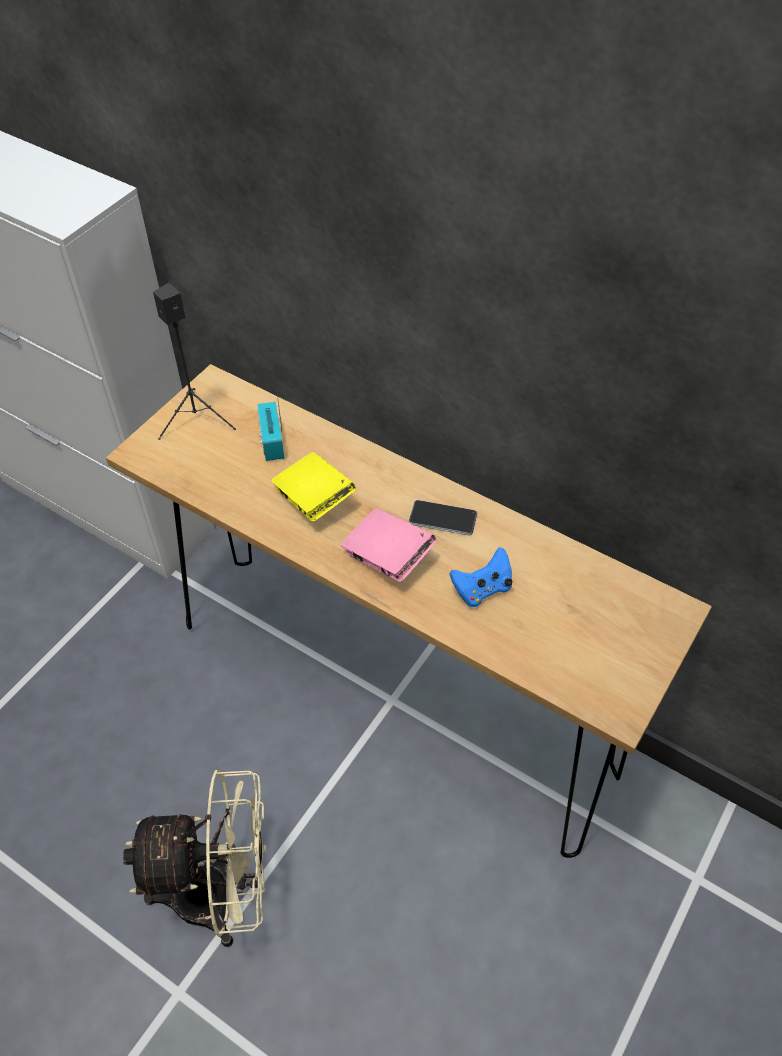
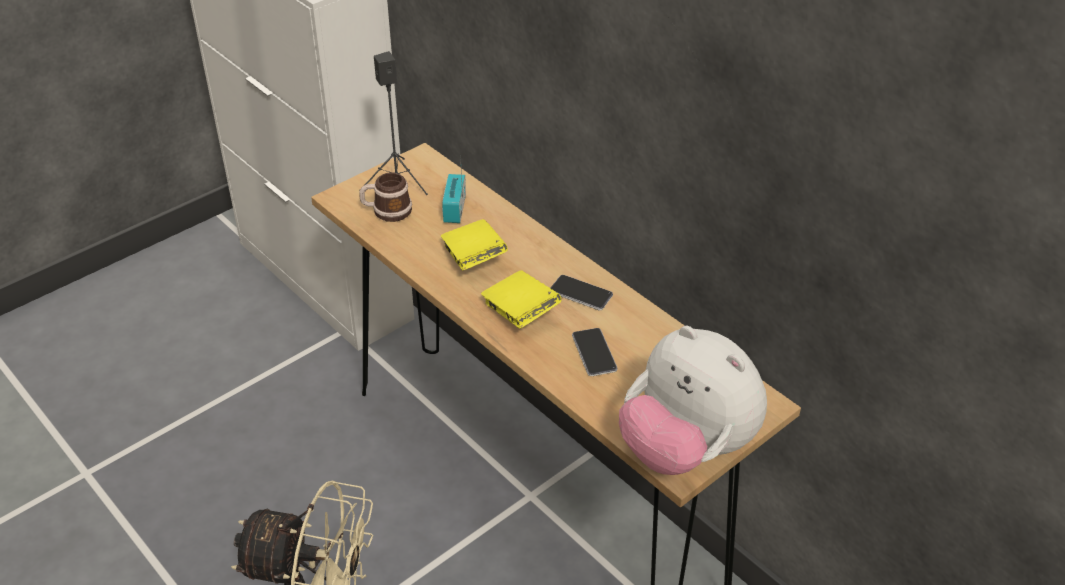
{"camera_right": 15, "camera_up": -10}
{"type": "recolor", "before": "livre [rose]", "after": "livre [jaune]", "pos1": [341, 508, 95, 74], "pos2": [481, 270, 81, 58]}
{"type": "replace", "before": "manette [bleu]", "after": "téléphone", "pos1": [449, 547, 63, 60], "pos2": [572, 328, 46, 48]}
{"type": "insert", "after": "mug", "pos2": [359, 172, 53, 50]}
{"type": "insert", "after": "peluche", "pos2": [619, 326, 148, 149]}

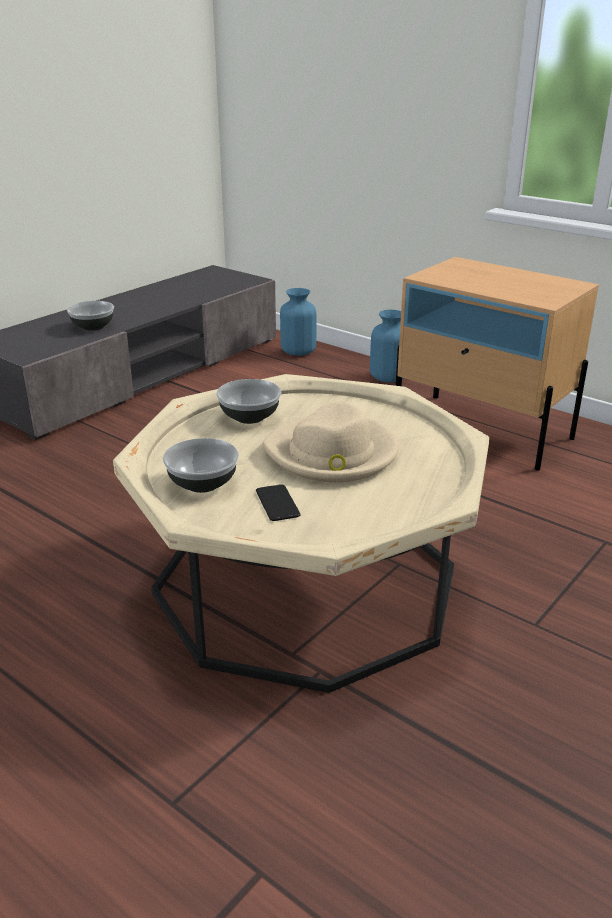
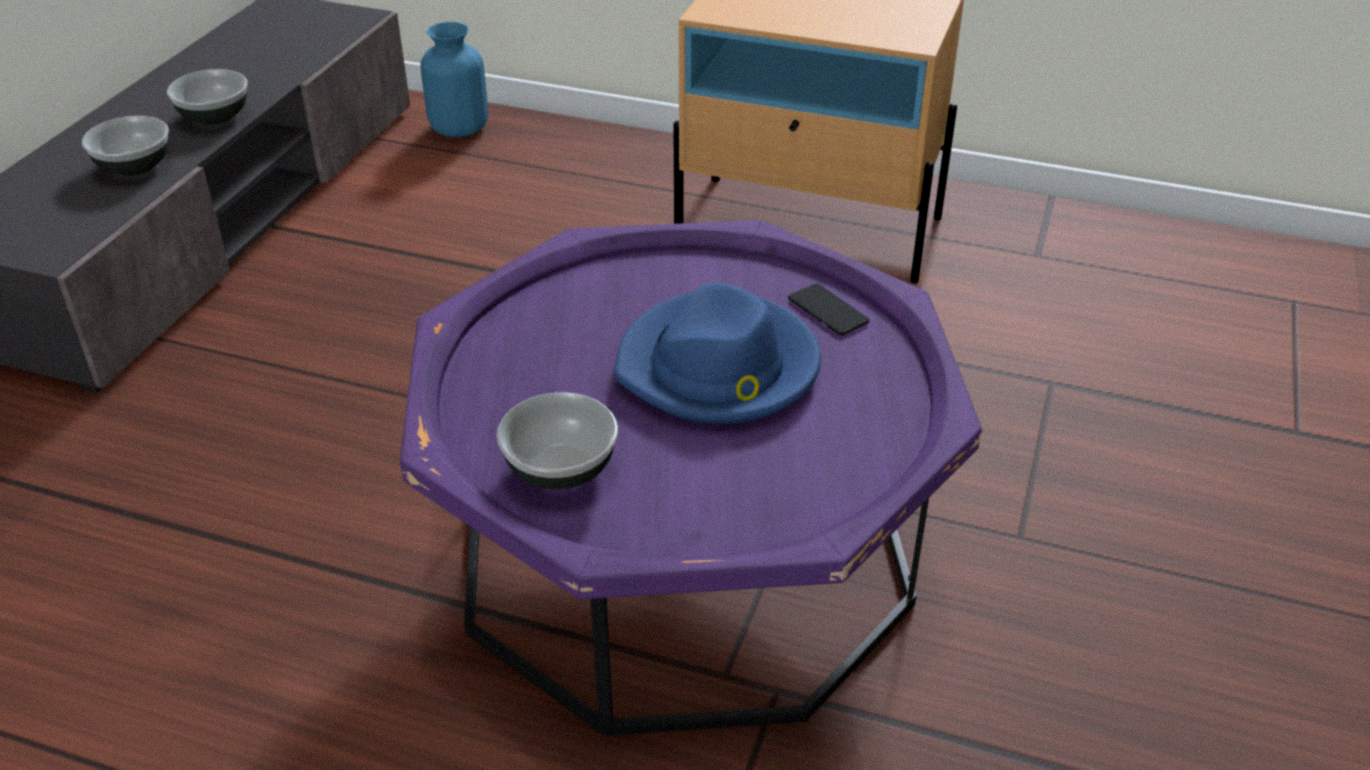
{"camera_right": -20, "camera_up": 10}
{"type": "delete", "before": "vase [bleu]", "pos1": [370, 310, 34, 72]}
{"type": "recolor", "before": "table basse [beige]", "after": "table basse [violet]", "pos1": [113, 374, 376, 319], "pos2": [400, 220, 582, 516]}
{"type": "move", "before": "bol", "pos1": [216, 379, 65, 45], "pos2": [167, 69, 81, 56]}
{"type": "recolor", "before": "chapeau [beige]", "after": "chapeau [bleu]", "pos1": [262, 401, 136, 82], "pos2": [614, 283, 207, 141]}
{"type": "move", "before": "téléphone", "pos1": [256, 484, 45, 37], "pos2": [788, 284, 81, 51]}

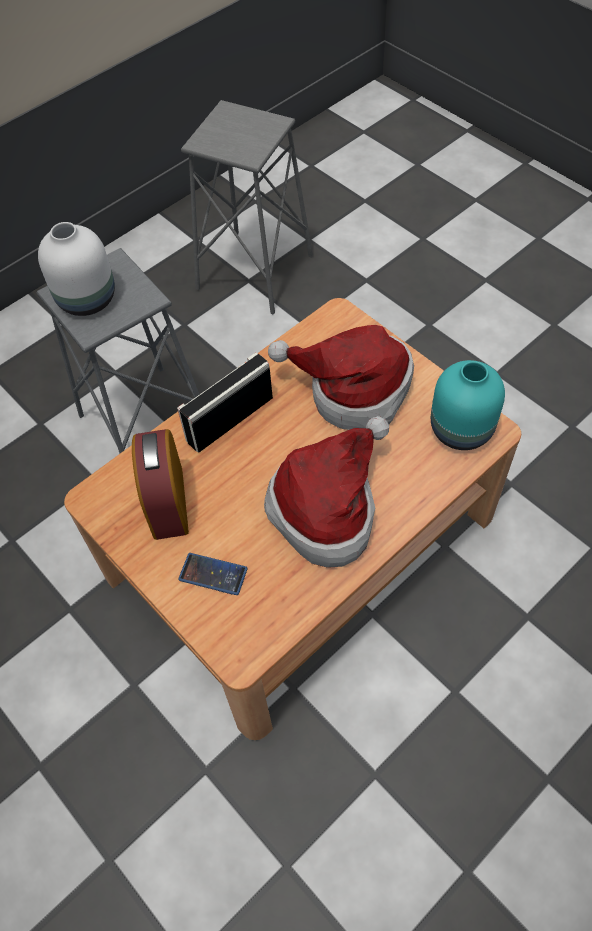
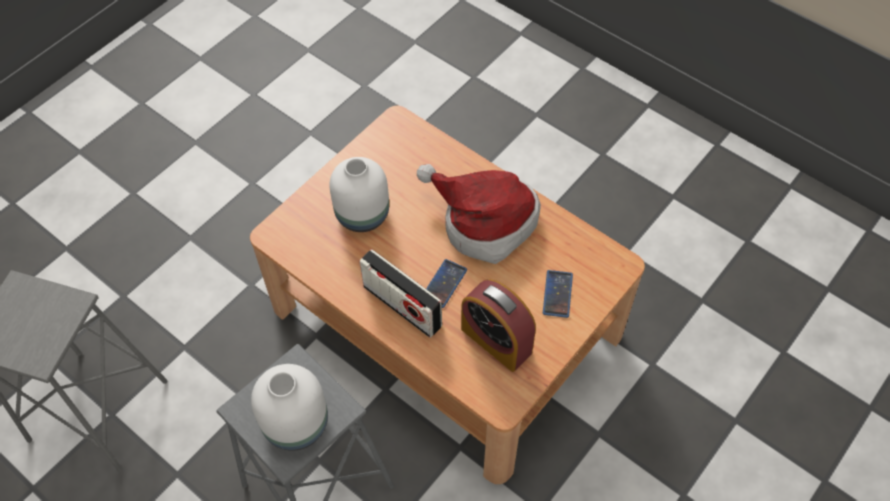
{"camera_right": -100, "camera_up": 0}
{"type": "replace", "before": "chapeau", "after": "vase [blanc]", "pos1": [268, 325, 146, 105], "pos2": [329, 157, 60, 75]}
{"type": "delete", "before": "vase [turquoise]", "pos1": [431, 360, 74, 90]}
{"type": "rotate", "before": "réveil", "pos1": [132, 429, 57, 111], "pos2": [461, 279, 75, 93], "turn": 60}
{"type": "insert", "after": "téléphone", "pos2": [426, 259, 41, 49]}

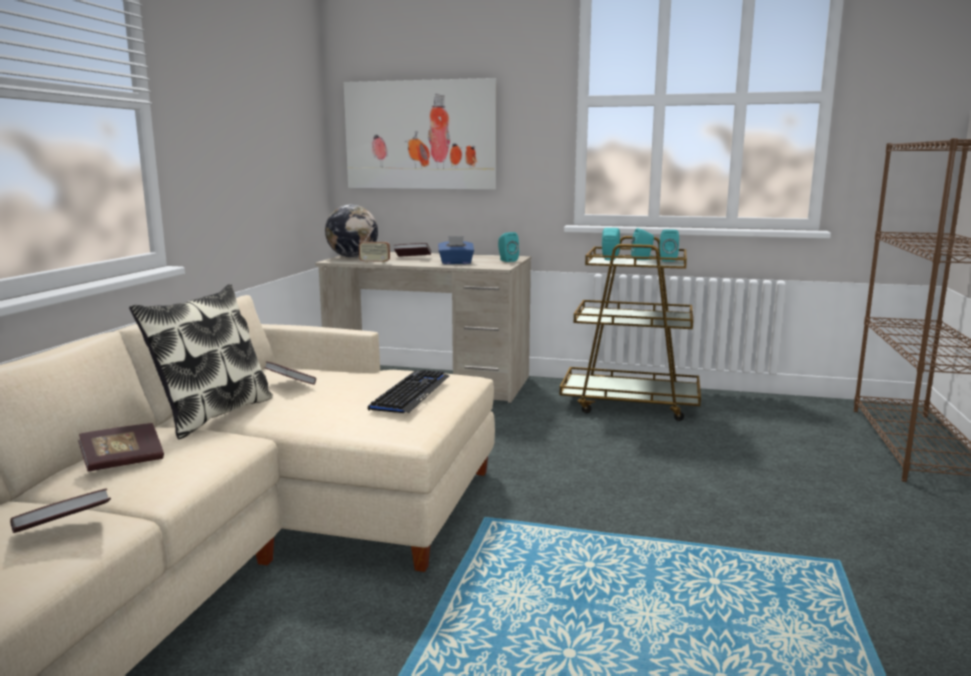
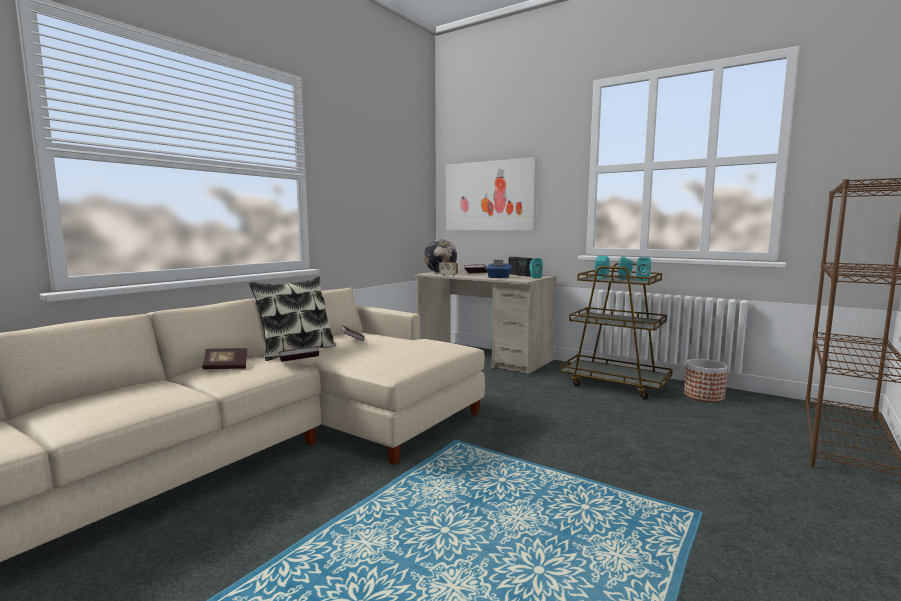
{"camera_right": 20, "camera_up": -5}
{"type": "delete", "before": "clavier", "pos1": [368, 370, 81, 43]}
{"type": "move", "before": "livre", "pos1": [10, 489, 101, 44], "pos2": [279, 346, 40, 16]}
{"type": "insert", "after": "radio", "pos2": [509, 257, 24, 20]}
{"type": "insert", "after": "cache-pot", "pos2": [684, 359, 43, 43]}

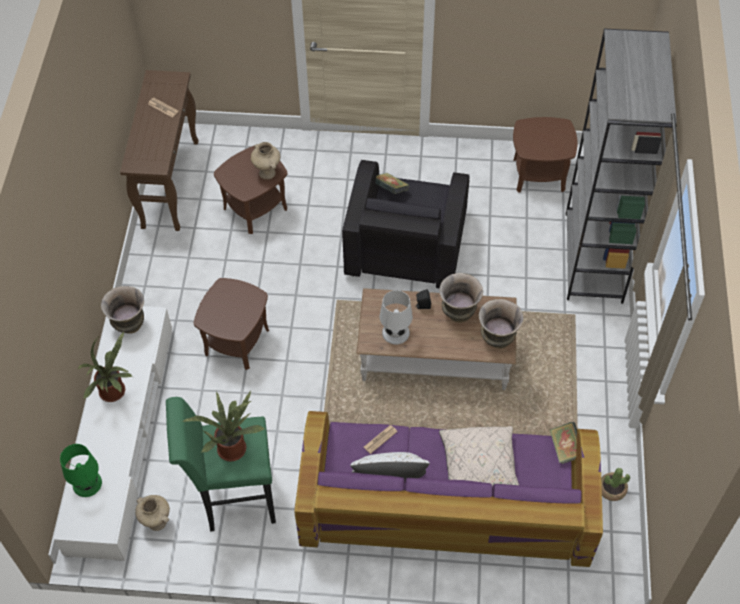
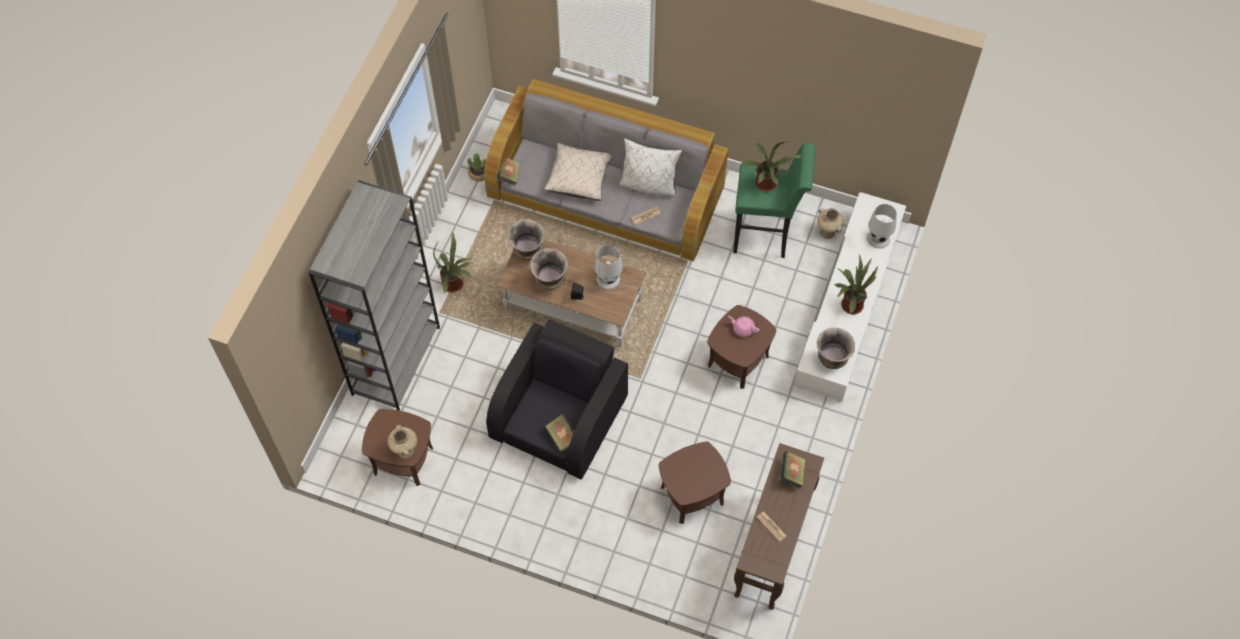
{"camera_right": -165, "camera_up": 5}
{"type": "move", "before": "vase [beige]", "pos1": [251, 142, 29, 38], "pos2": [388, 425, 29, 33]}
{"type": "recolor", "before": "canapé [violet]", "after": "canapé [gris]", "pos1": [294, 411, 309, 156], "pos2": [484, 79, 244, 182]}
{"type": "recolor", "before": "lampe de table [vert]", "after": "lampe de table [blanc]", "pos1": [60, 444, 42, 53], "pos2": [867, 204, 30, 44]}
{"type": "insert", "after": "plante en pot", "pos2": [433, 232, 39, 62]}
{"type": "insert", "after": "théière [rose]", "pos2": [728, 316, 32, 21]}
{"type": "insert", "after": "livre", "pos2": [781, 451, 25, 38]}

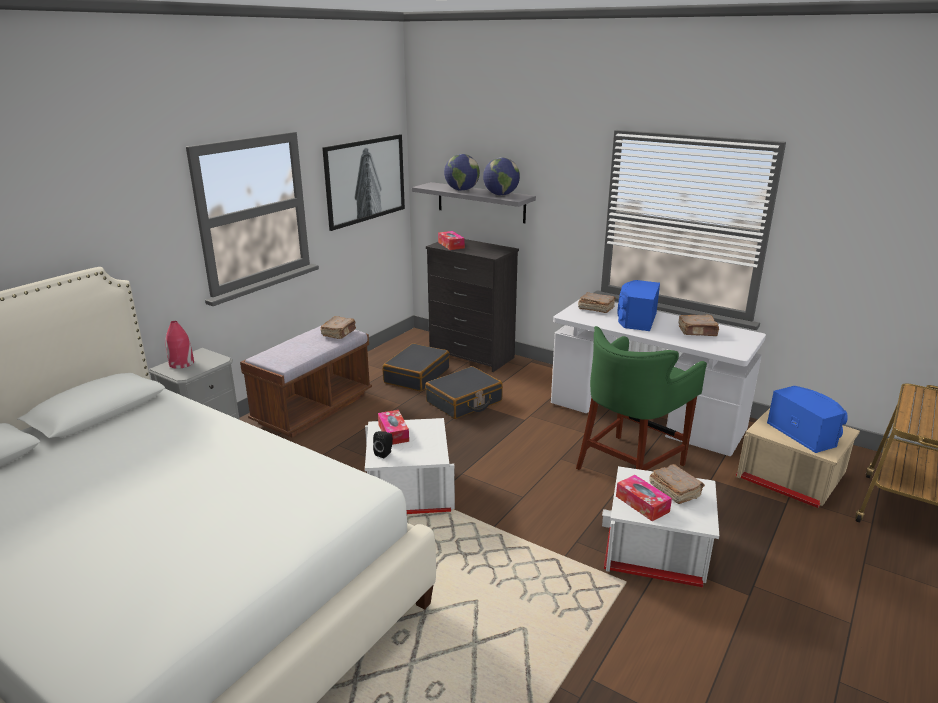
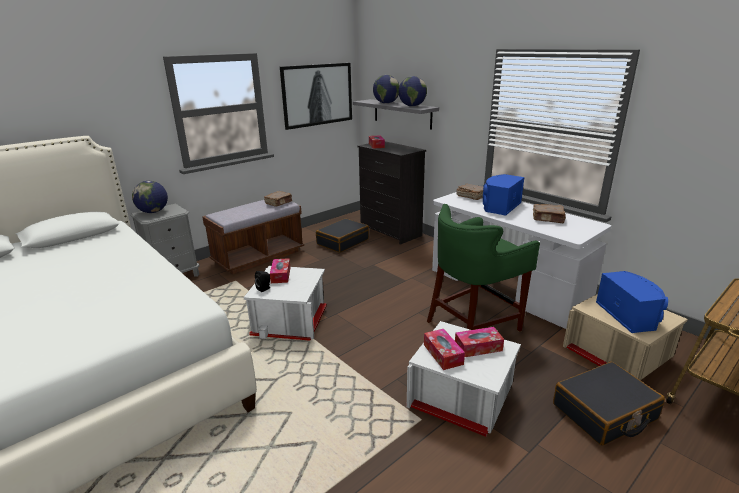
{"camera_right": 15, "camera_up": 0}
{"type": "replace", "before": "vase [rouge]", "after": "globe", "pos1": [166, 321, 28, 48], "pos2": [132, 181, 36, 32]}
{"type": "move", "before": "valise [noir]", "pos1": [425, 366, 78, 53], "pos2": [553, 362, 112, 84]}
{"type": "replace", "before": "livre [marron]", "after": "boîte à mouchoirs", "pos1": [649, 464, 56, 40], "pos2": [455, 327, 49, 30]}

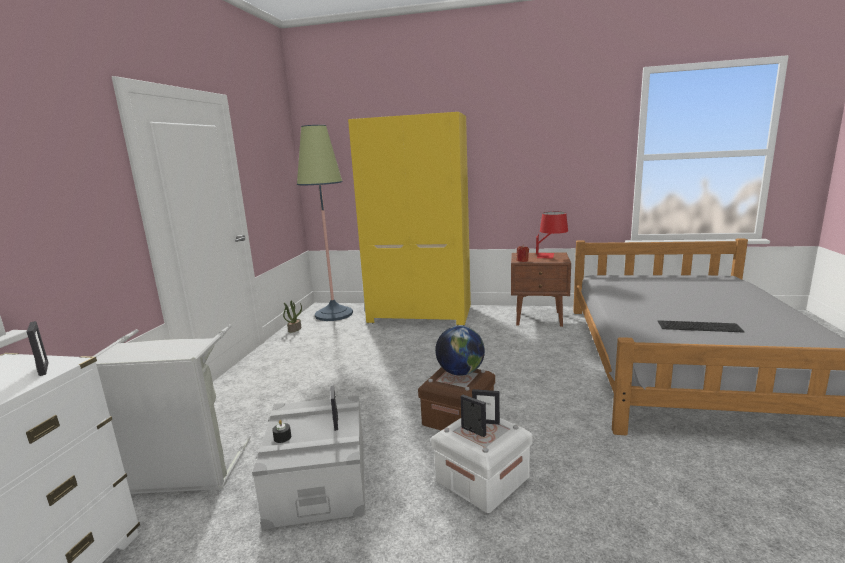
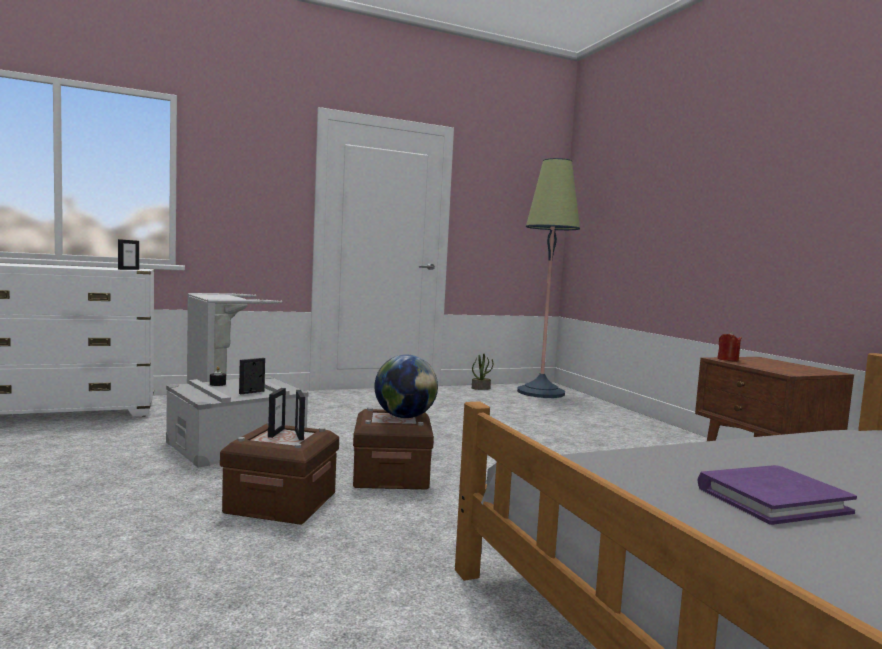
{"camera_right": 55, "camera_up": -10}
{"type": "delete", "before": "armoire [jaune]", "pos1": [348, 112, 123, 214]}
{"type": "delete", "before": "lampe de table [rouge]", "pos1": [536, 212, 32, 46]}
{"type": "replace", "before": "clavier", "after": "livre [violet]", "pos1": [658, 321, 87, 12], "pos2": [697, 465, 160, 60]}
{"type": "recolor", "before": "boîte de rangement [blanc]", "after": "boîte de rangement [marron]", "pos1": [431, 418, 101, 95], "pos2": [220, 423, 119, 102]}

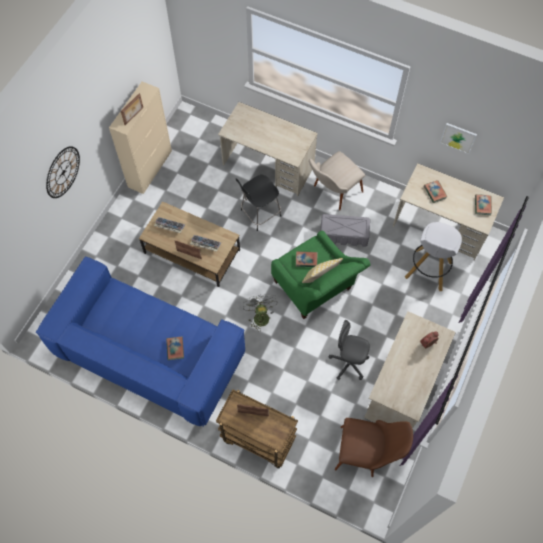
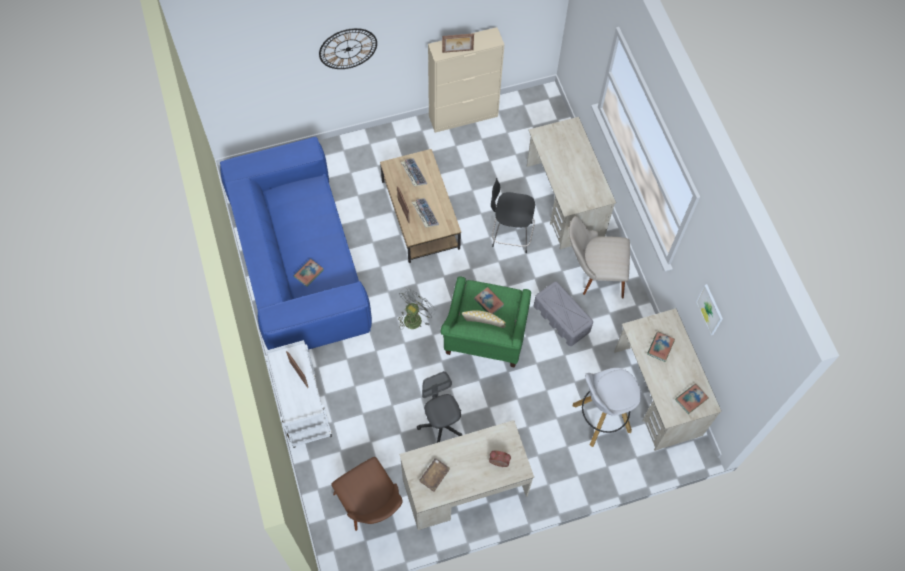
{"camera_right": 45, "camera_up": 0}
{"type": "recolor", "before": "chariot [marron]", "after": "chariot [blanc]", "pos1": [216, 389, 82, 79], "pos2": [265, 340, 67, 108]}
{"type": "insert", "after": "livre [marron]", "pos2": [419, 459, 31, 33]}

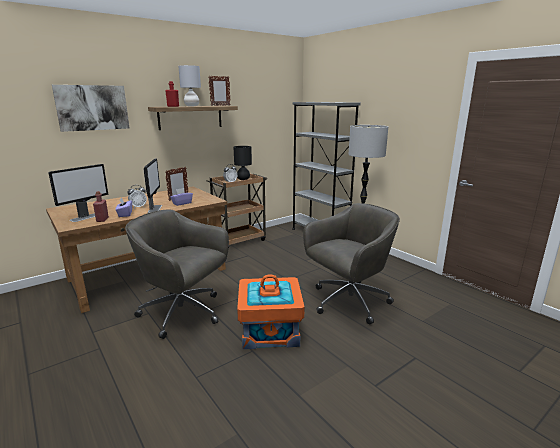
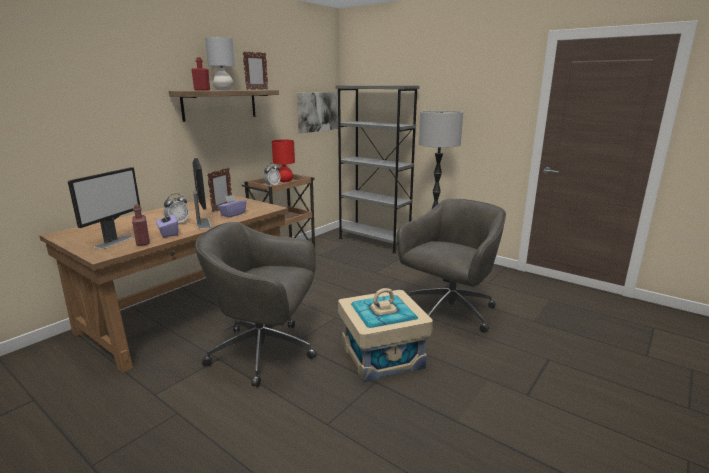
{"camera_right": -15, "camera_up": 0}
{"type": "move", "before": "tableau", "pos1": [52, 85, 77, 47], "pos2": [297, 92, 41, 41]}
{"type": "recolor", "before": "lampe de table [noir]", "after": "lampe de table [rouge]", "pos1": [234, 146, 18, 34], "pos2": [272, 140, 23, 42]}
{"type": "recolor", "before": "boîte de rangement [orange]", "after": "boîte de rangement [beige]", "pos1": [237, 274, 68, 75], "pos2": [338, 288, 95, 94]}

